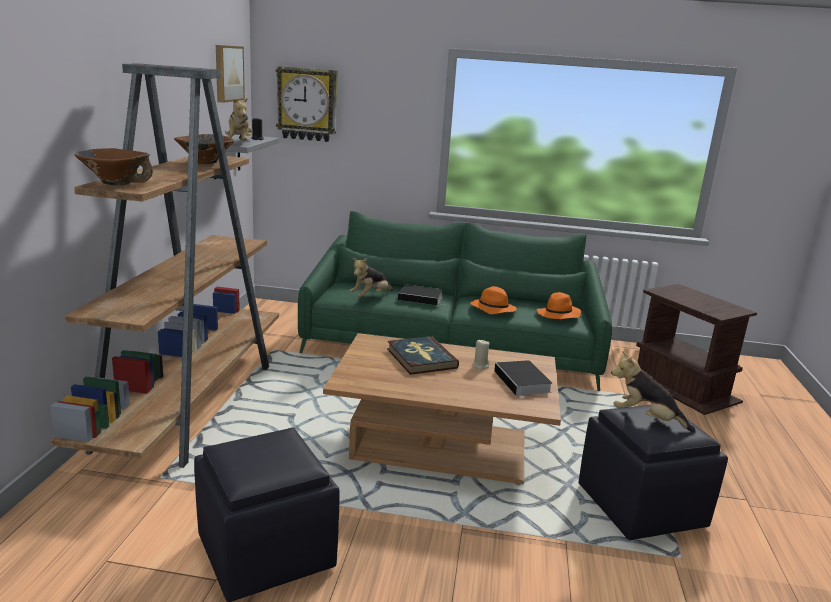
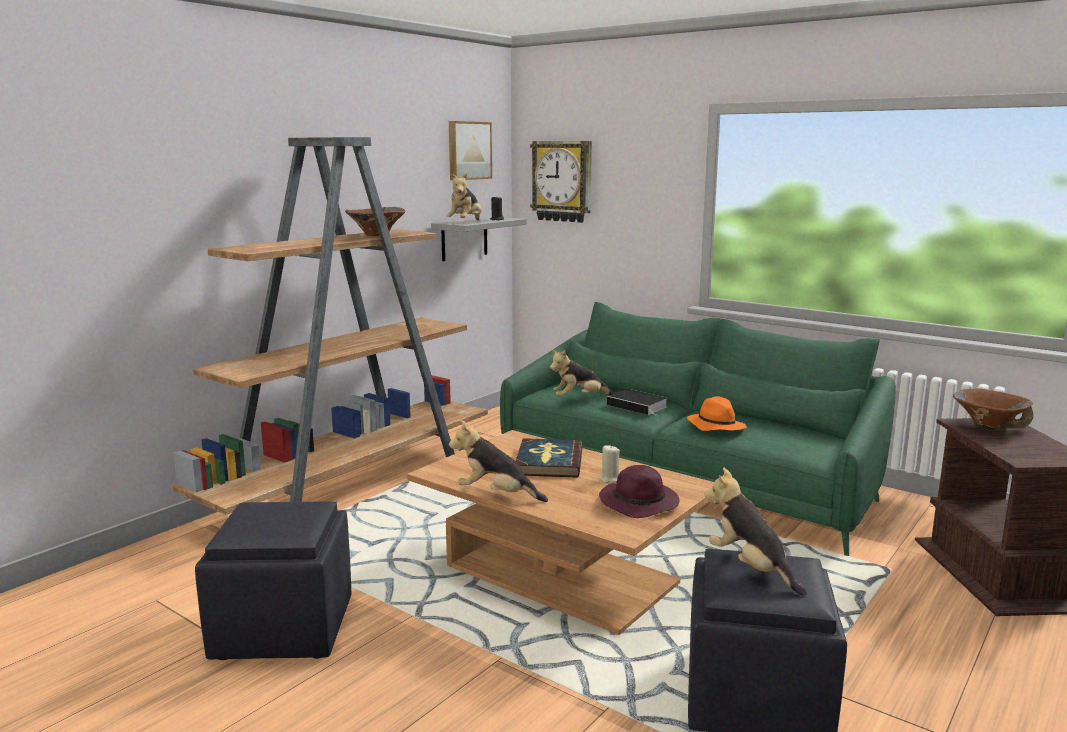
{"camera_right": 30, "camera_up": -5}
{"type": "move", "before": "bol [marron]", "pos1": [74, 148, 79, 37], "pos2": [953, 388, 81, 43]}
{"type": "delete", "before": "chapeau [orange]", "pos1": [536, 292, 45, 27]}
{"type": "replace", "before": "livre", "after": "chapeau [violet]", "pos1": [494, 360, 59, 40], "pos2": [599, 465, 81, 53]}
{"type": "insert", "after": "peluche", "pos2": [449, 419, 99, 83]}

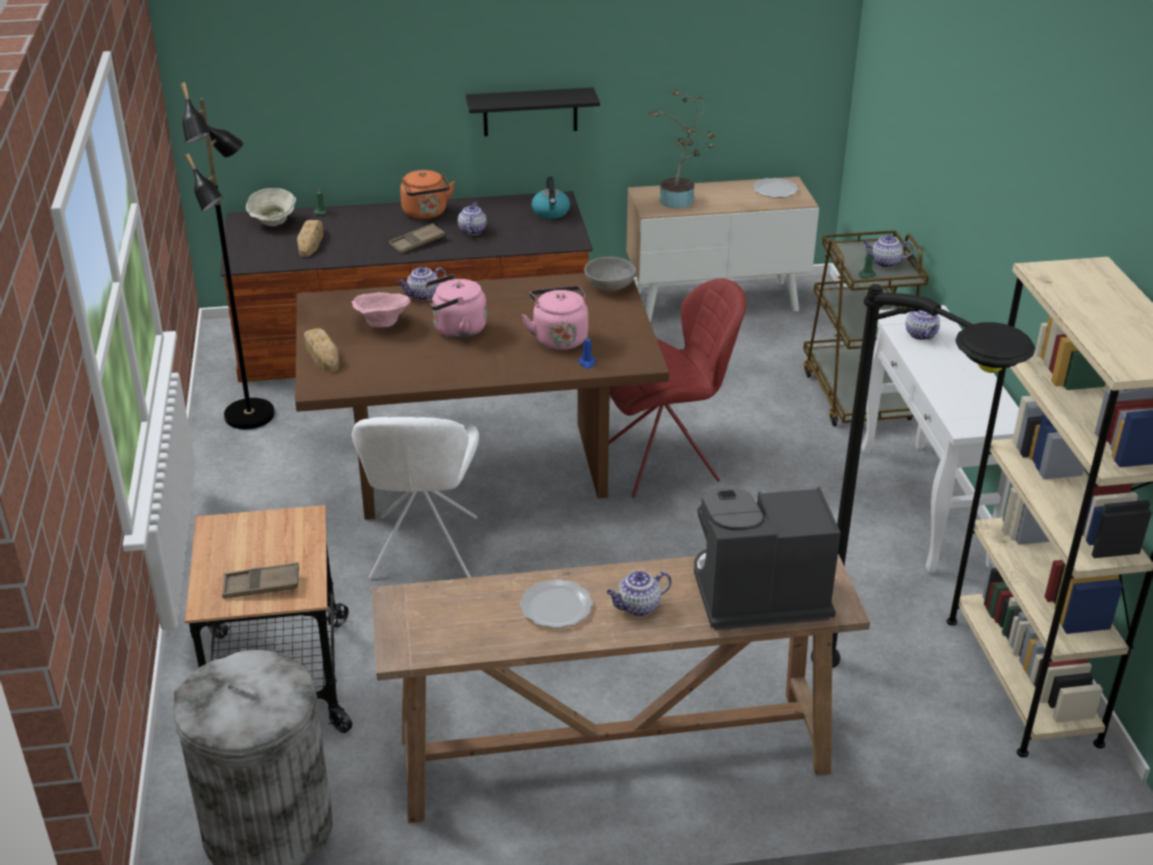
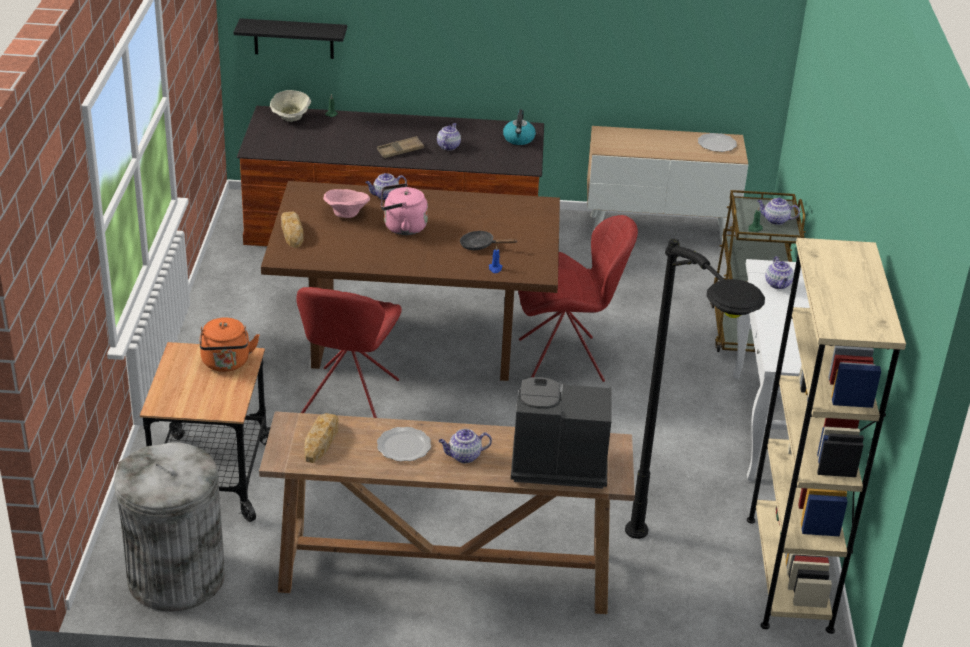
{"camera_right": 10, "camera_up": 0}
{"type": "delete", "before": "lampadaire [noir]", "pos1": [180, 82, 95, 347]}
{"type": "move", "before": "étagère [noir]", "pos1": [466, 88, 134, 48], "pos2": [234, 18, 113, 41]}
{"type": "delete", "before": "plante en pot", "pos1": [648, 90, 67, 118]}
{"type": "move", "before": "bouilloire [orange]", "pos1": [400, 170, 55, 49], "pos2": [200, 317, 60, 55]}
{"type": "move", "before": "pain", "pos1": [297, 220, 27, 37], "pos2": [304, 413, 35, 50]}
{"type": "delete", "before": "bol [gris]", "pos1": [584, 257, 52, 34]}
{"type": "replace", "before": "bouilloire [rose]", "after": "poêle [noir]", "pos1": [522, 286, 66, 64], "pos2": [460, 231, 57, 19]}
{"type": "recolor", "before": "chaise [blanc]", "after": "chaise [rouge]", "pos1": [352, 417, 127, 162], "pos2": [296, 287, 106, 131]}
{"type": "delete", "before": "plateau [marron]", "pos1": [222, 562, 77, 36]}

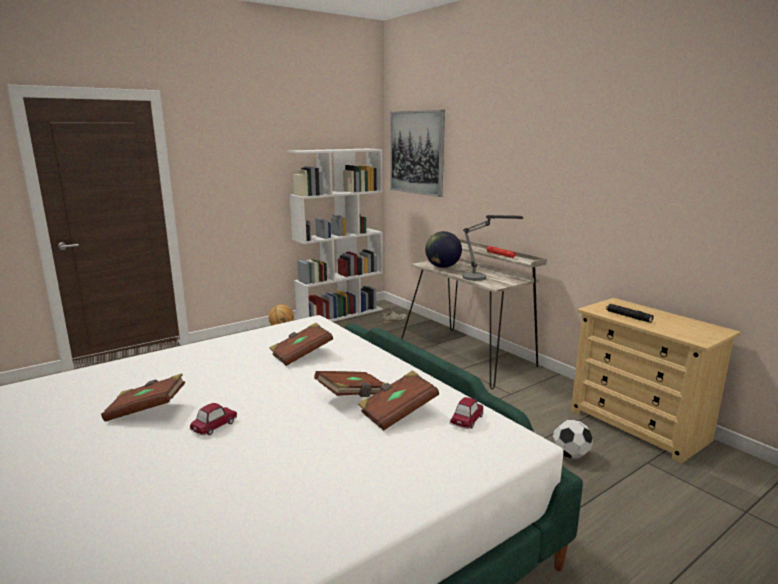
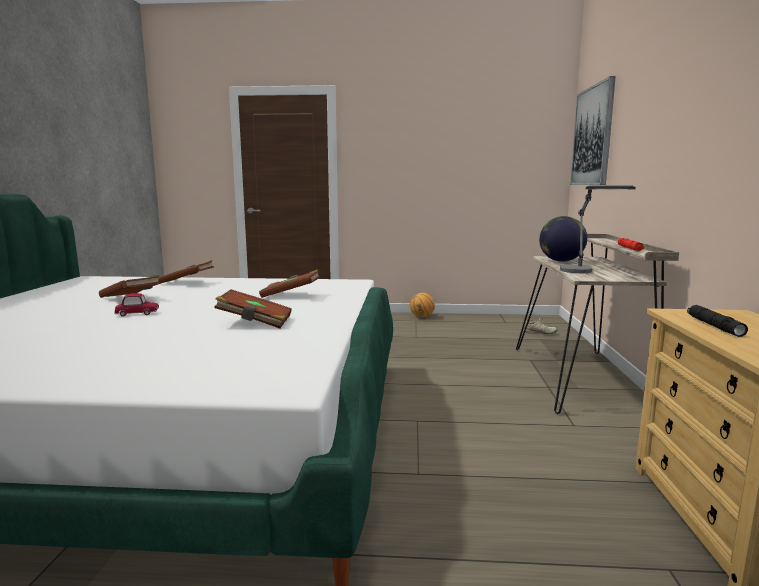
{"camera_right": 40, "camera_up": -5}
{"type": "delete", "before": "bibliothèque [blanc]", "pos1": [287, 149, 96, 173]}
{"type": "move", "before": "livre [marron]", "pos1": [358, 370, 81, 61], "pos2": [158, 260, 56, 24]}
{"type": "delete", "before": "petite voiture", "pos1": [450, 397, 33, 32]}
{"type": "delete", "before": "ballon de foot", "pos1": [553, 420, 40, 39]}

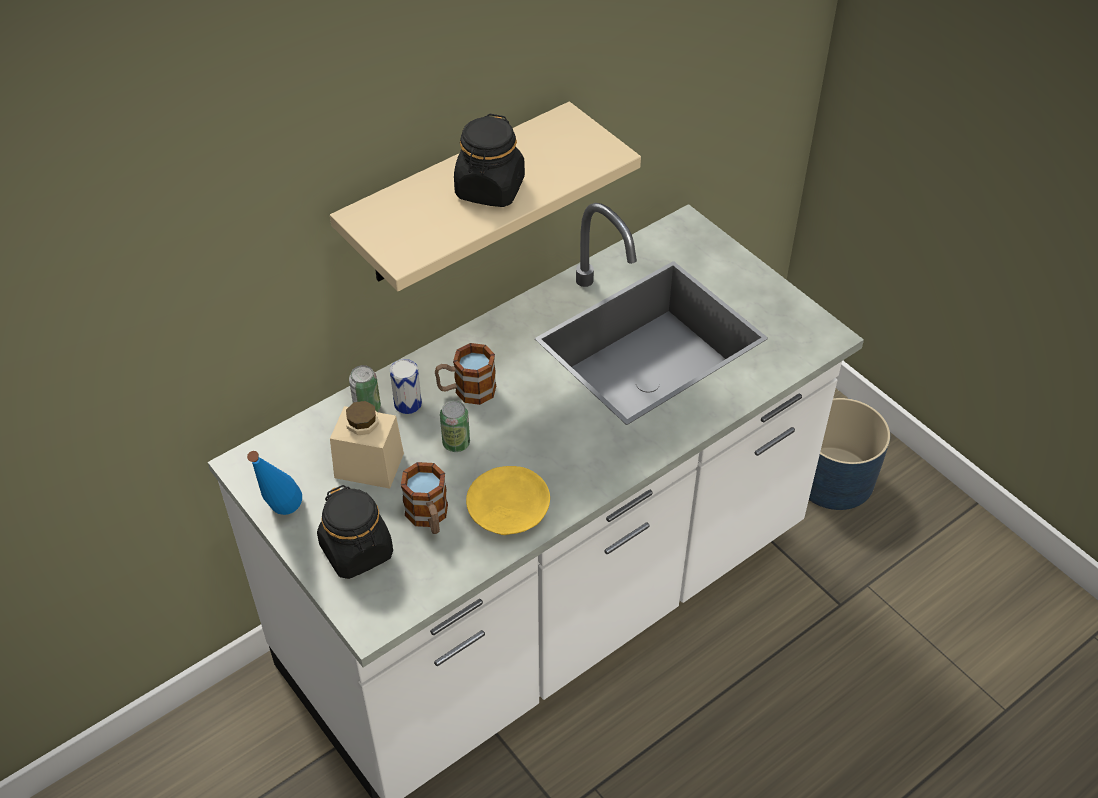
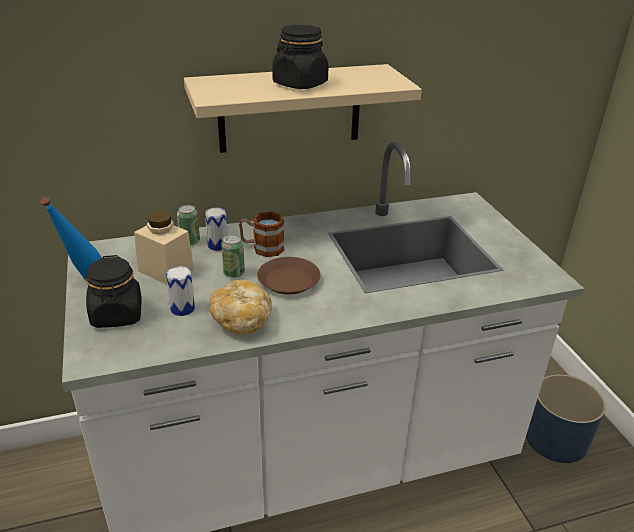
{"camera_right": 20, "camera_up": -15}
{"type": "replace", "before": "mug", "after": "boîte métallique", "pos1": [401, 462, 47, 72], "pos2": [166, 266, 29, 50]}
{"type": "replace", "before": "assiette [jaune]", "after": "pain", "pos1": [466, 466, 84, 69], "pos2": [209, 280, 63, 55]}
{"type": "insert", "after": "assiette [marron]", "pos2": [257, 257, 63, 38]}

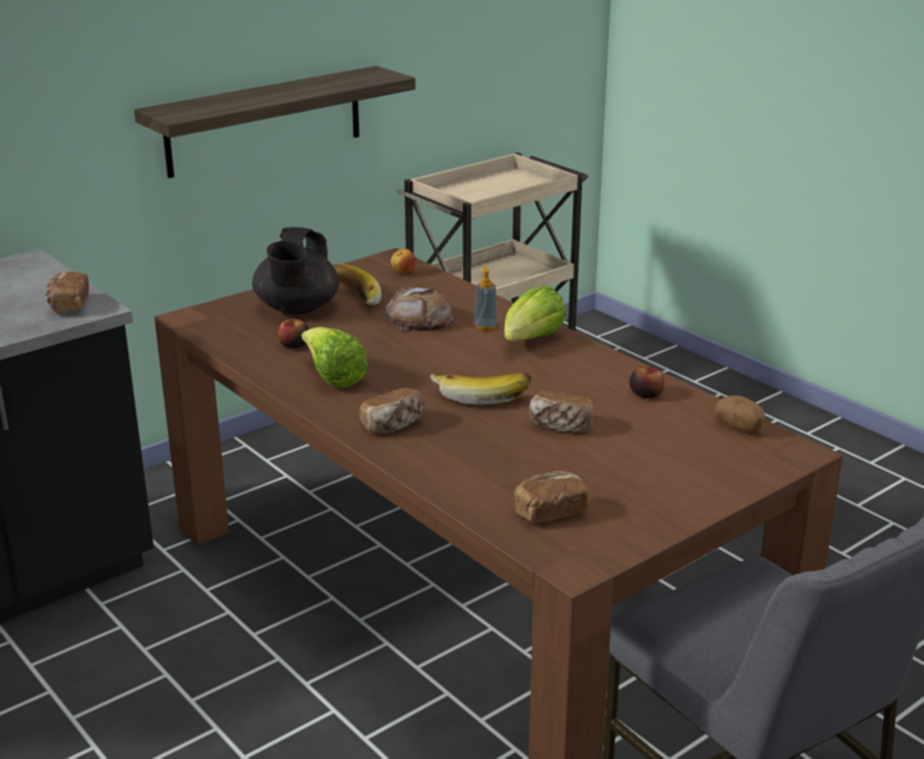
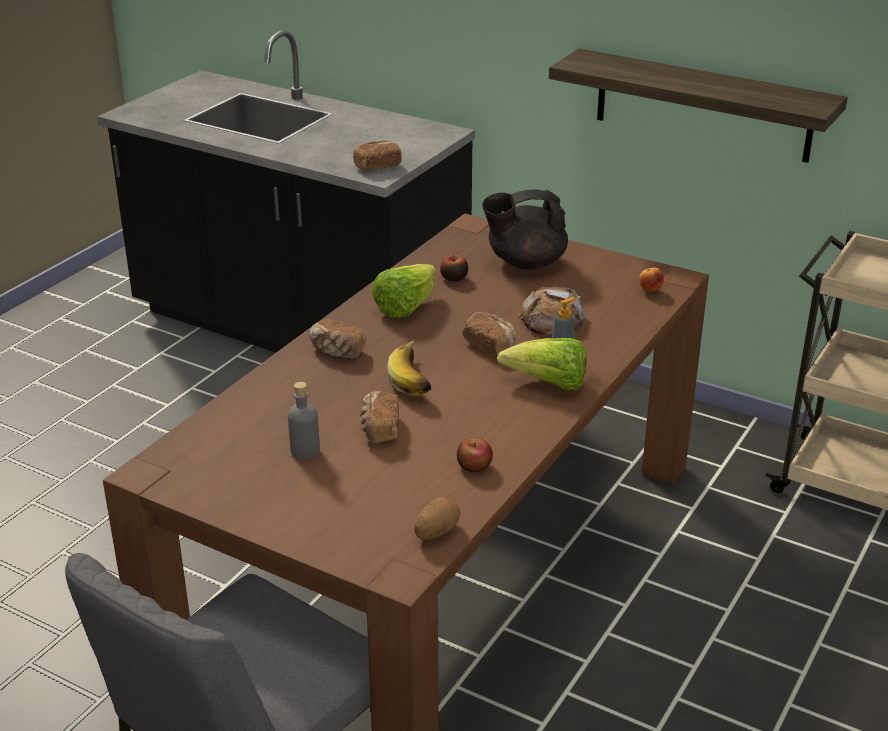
{"camera_right": 70, "camera_up": 5}
{"type": "delete", "before": "banane", "pos1": [333, 264, 49, 41]}
{"type": "move", "before": "pain", "pos1": [513, 471, 76, 52], "pos2": [462, 312, 54, 43]}
{"type": "insert", "after": "bouteille [gris]", "pos2": [288, 382, 32, 77]}

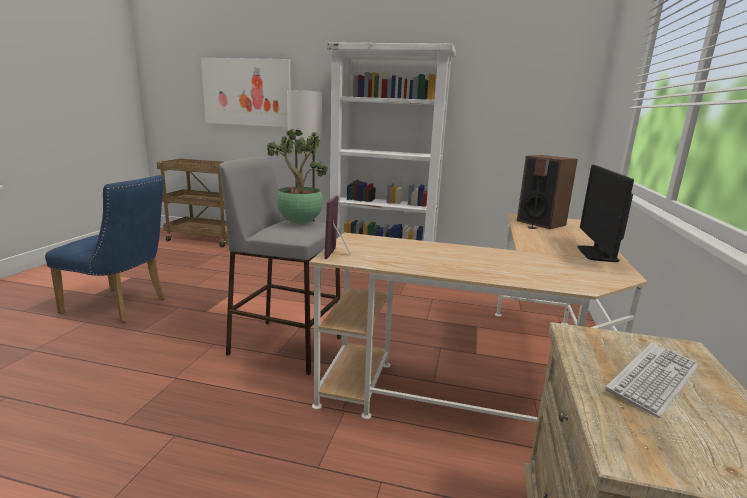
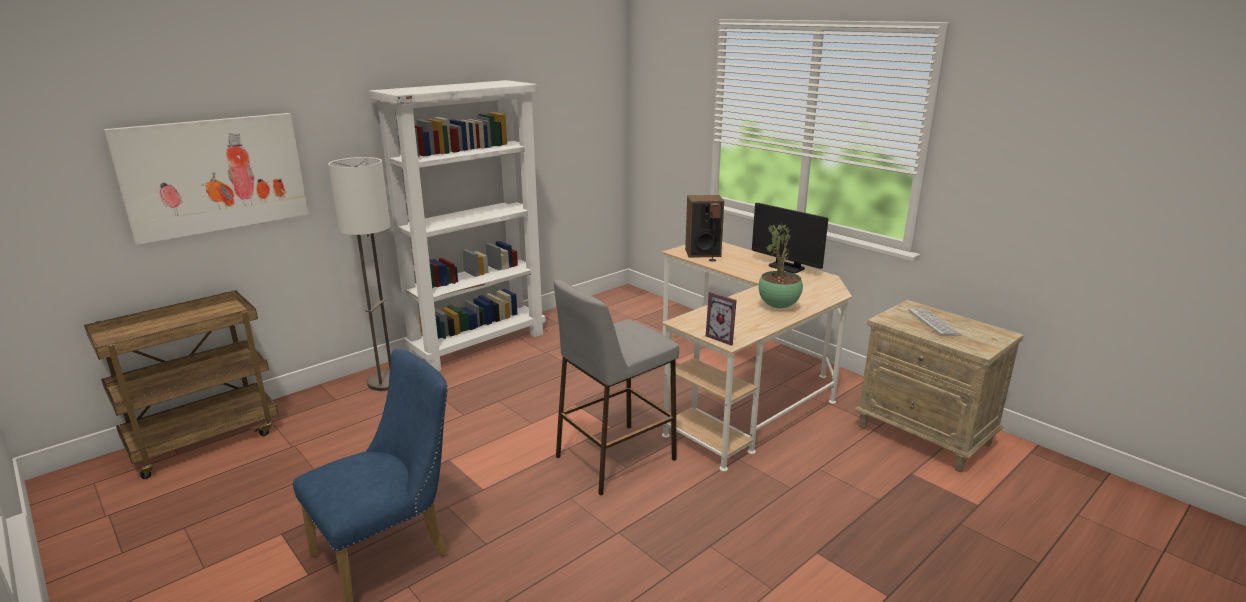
{"camera_right": -55, "camera_up": 5}
{"type": "move", "before": "plante en pot", "pos1": [266, 129, 62, 95], "pos2": [758, 222, 45, 86]}

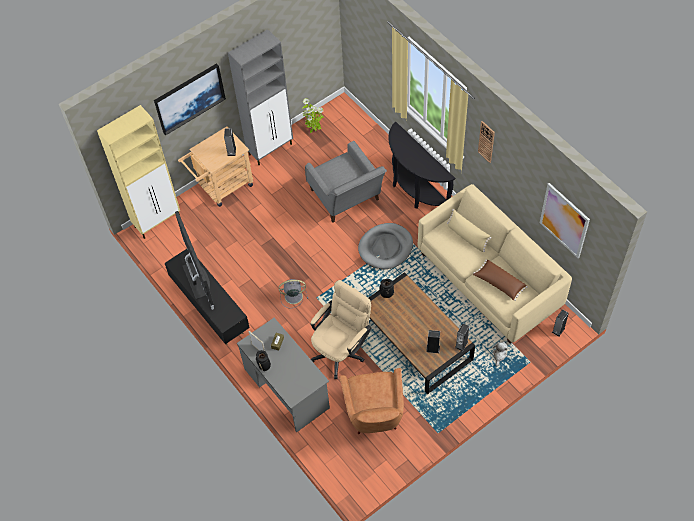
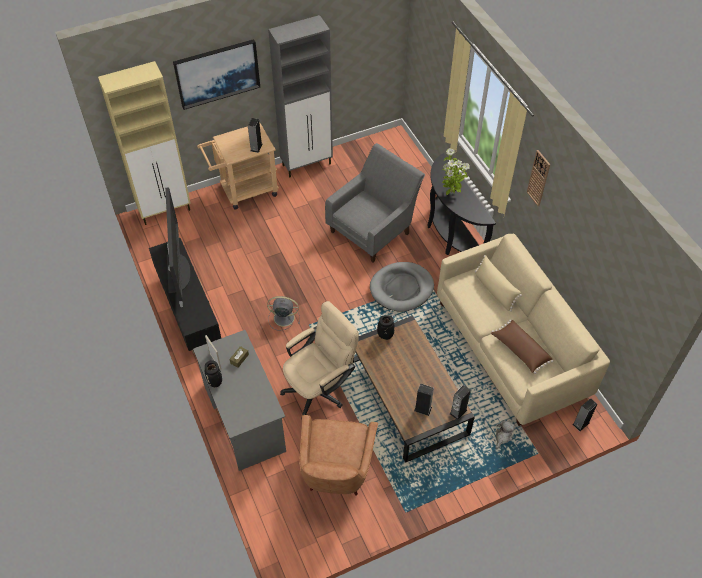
{"camera_right": 10, "camera_up": -5}
{"type": "move", "before": "plante en pot", "pos1": [302, 98, 22, 35], "pos2": [442, 148, 28, 47]}
{"type": "rotate", "before": "fauteuil [gris]", "pos1": [305, 141, 82, 82], "pos2": [325, 143, 100, 119], "turn": -120}
{"type": "delete", "before": "tableau", "pos1": [540, 183, 50, 75]}

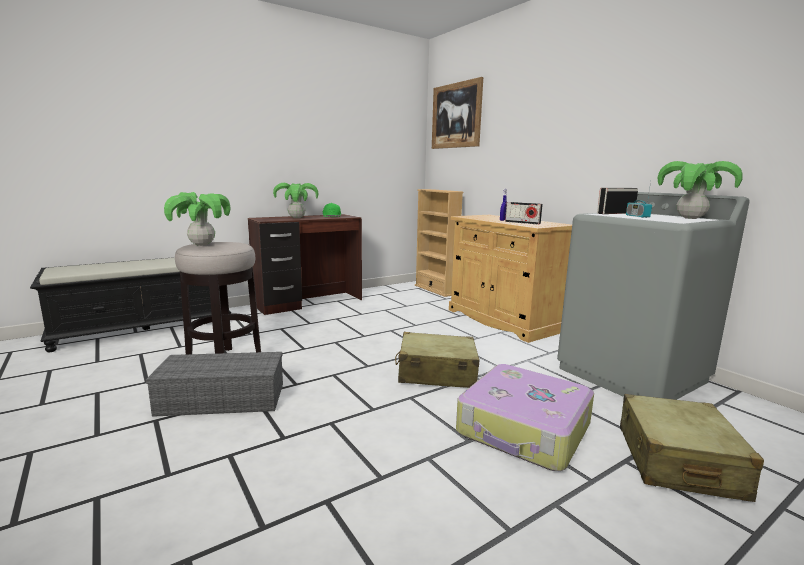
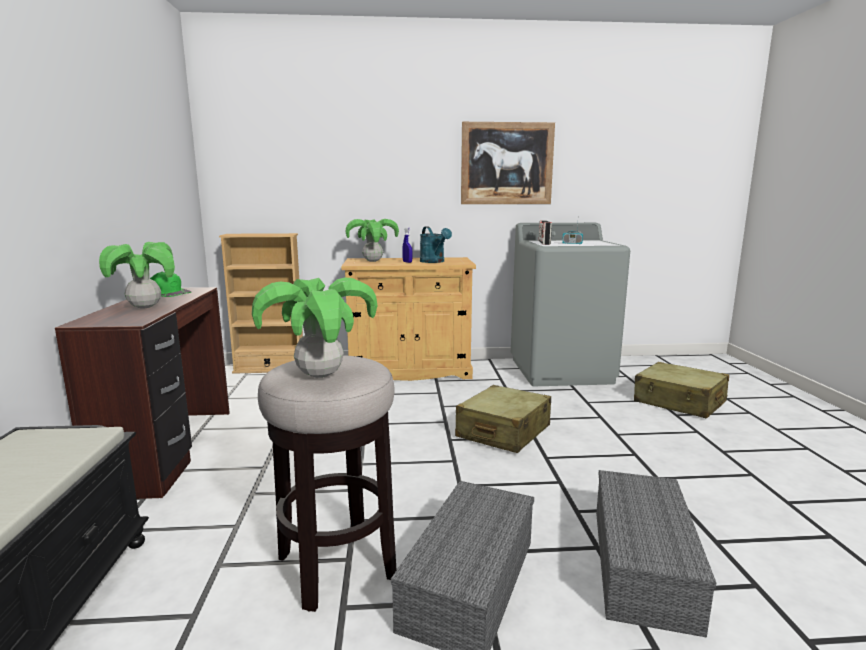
{"camera_right": -60, "camera_up": 0}
{"type": "move", "before": "tableau", "pos1": [432, 77, 51, 72], "pos2": [461, 122, 94, 82]}
{"type": "move", "before": "plante en pot", "pos1": [657, 161, 86, 58], "pos2": [345, 219, 54, 43]}
{"type": "replace", "before": "radio", "after": "arrosoir [turquoise]", "pos1": [505, 202, 38, 22], "pos2": [420, 226, 32, 37]}
{"type": "delete", "before": "valise", "pos1": [456, 364, 138, 107]}
{"type": "insert", "after": "boîte de rangement [gris]", "pos2": [596, 470, 120, 168]}

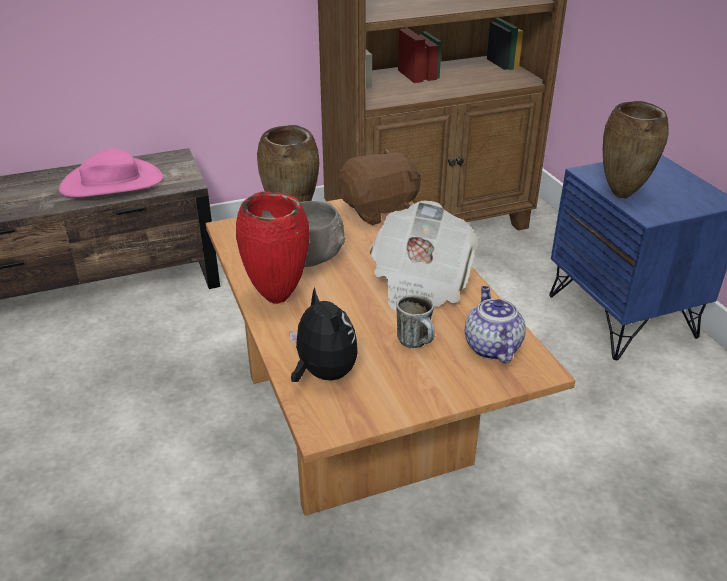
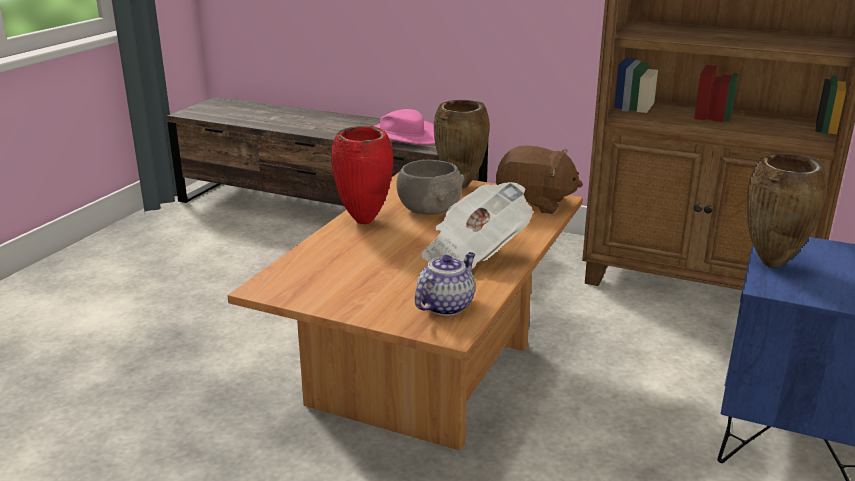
{"camera_right": 45, "camera_up": -10}
{"type": "delete", "before": "peluche", "pos1": [289, 287, 69, 95]}
{"type": "delete", "before": "mug", "pos1": [396, 294, 39, 54]}

